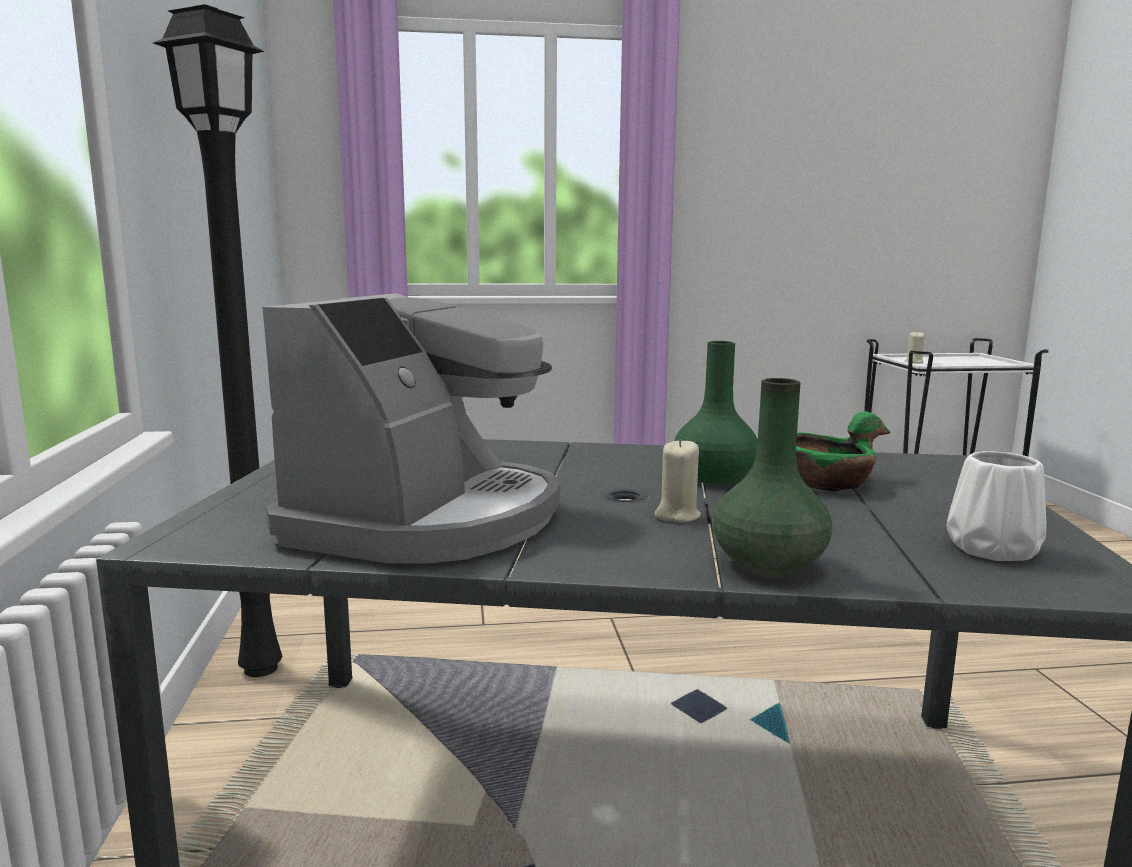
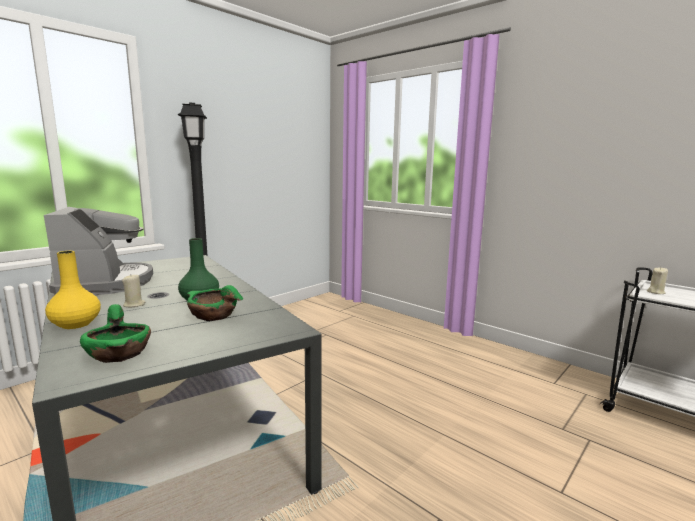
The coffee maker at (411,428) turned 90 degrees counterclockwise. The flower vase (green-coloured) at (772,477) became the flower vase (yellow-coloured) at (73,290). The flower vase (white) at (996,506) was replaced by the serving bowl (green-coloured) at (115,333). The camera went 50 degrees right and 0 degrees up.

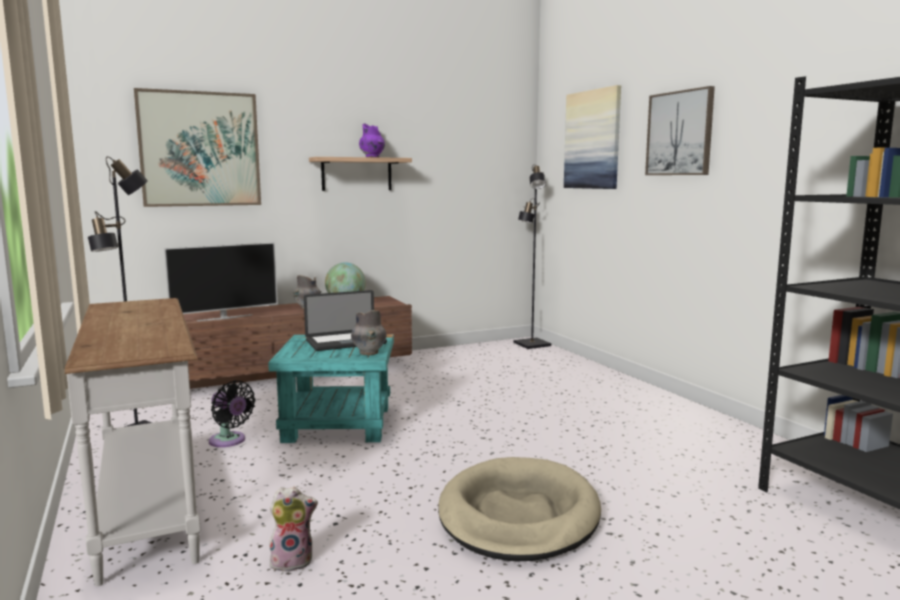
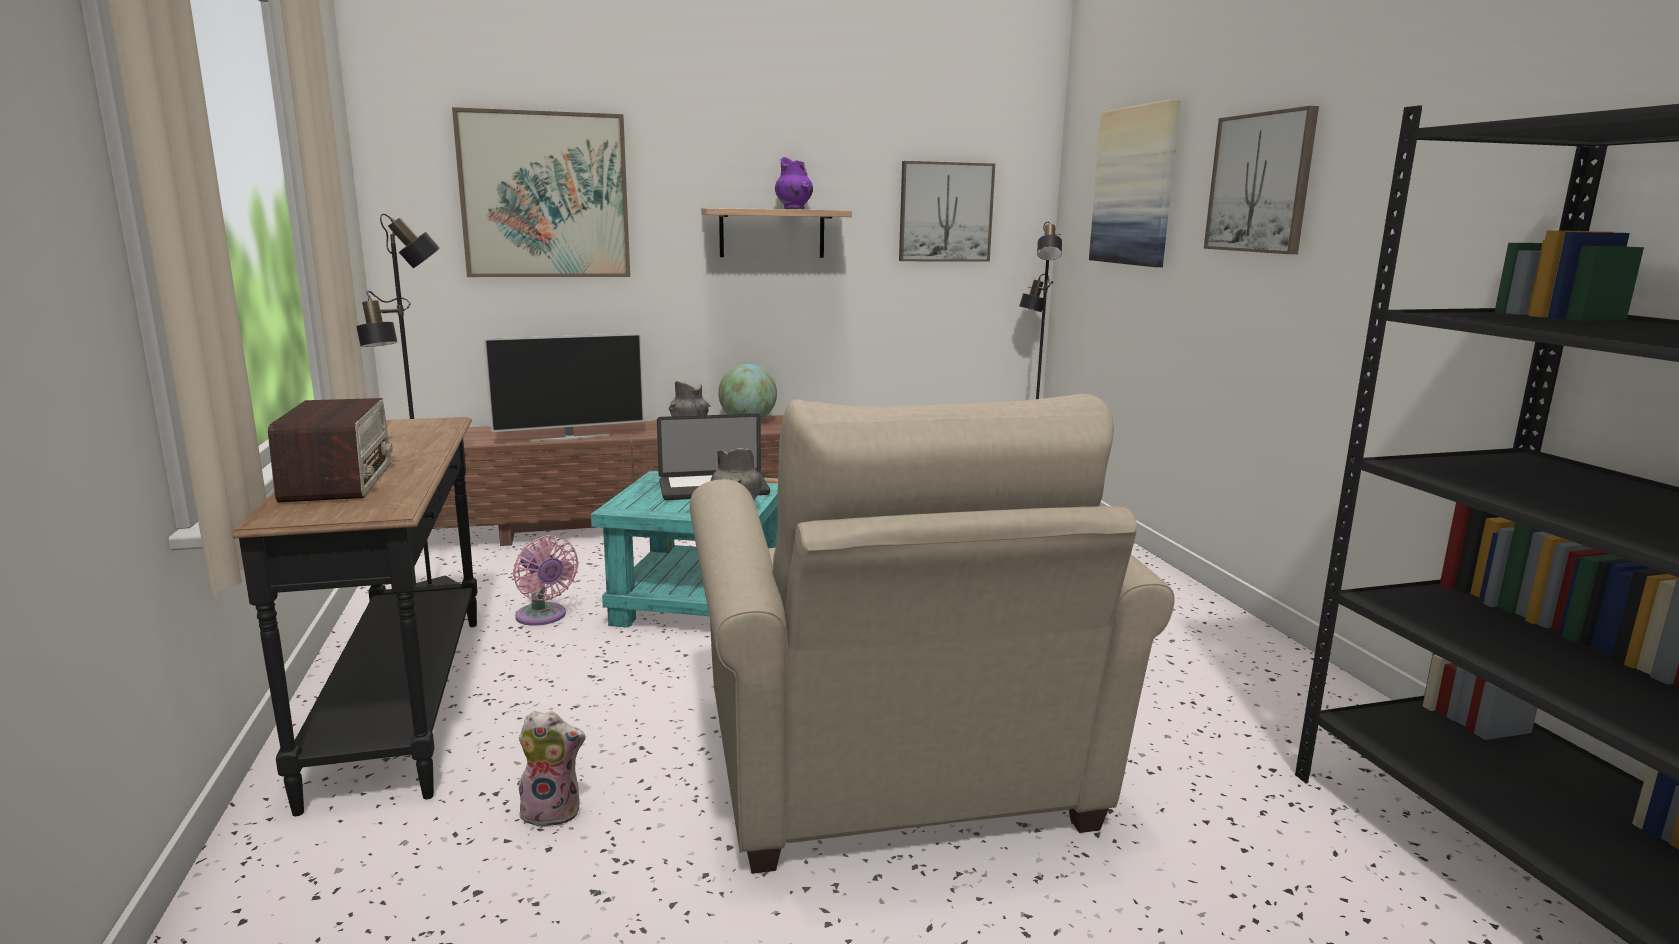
The console table (white) at (133,442) became the console table (black-coloured) at (355,616). The radio at (330,450) appeared. The fan (black-coloured) at (232,413) became the fan (pink-coloured) at (546,580). The pet bed (beige-coloured) at (519,509) was replaced by the armchair (beige-coloured) at (932,634). The picture at (947,211) appeared. The camera went 10 degrees right and 5 degrees up.

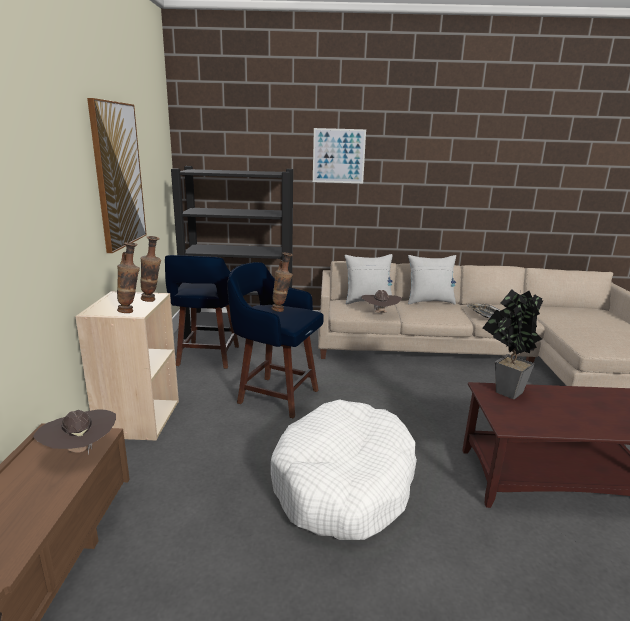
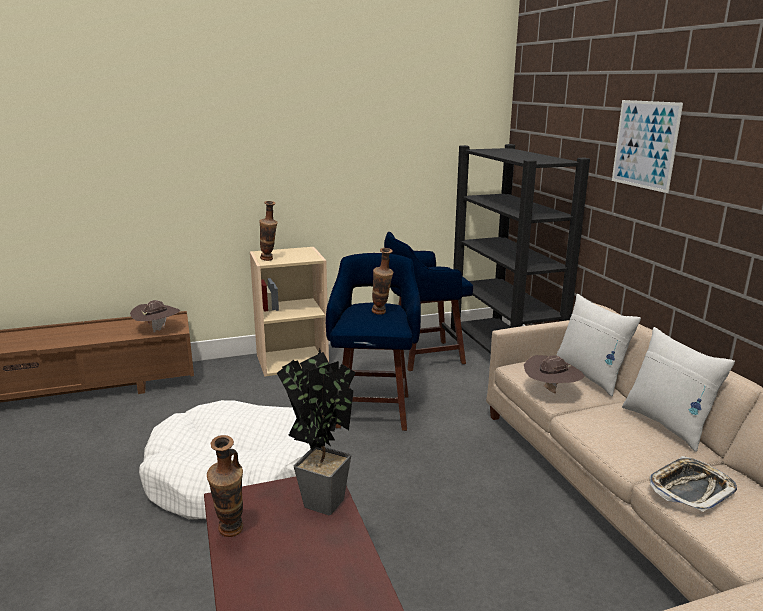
The flower vase moved from (151,269) to (225,486). The picture at (117,176) disappeared. The camera went 70 degrees right and 0 degrees up.

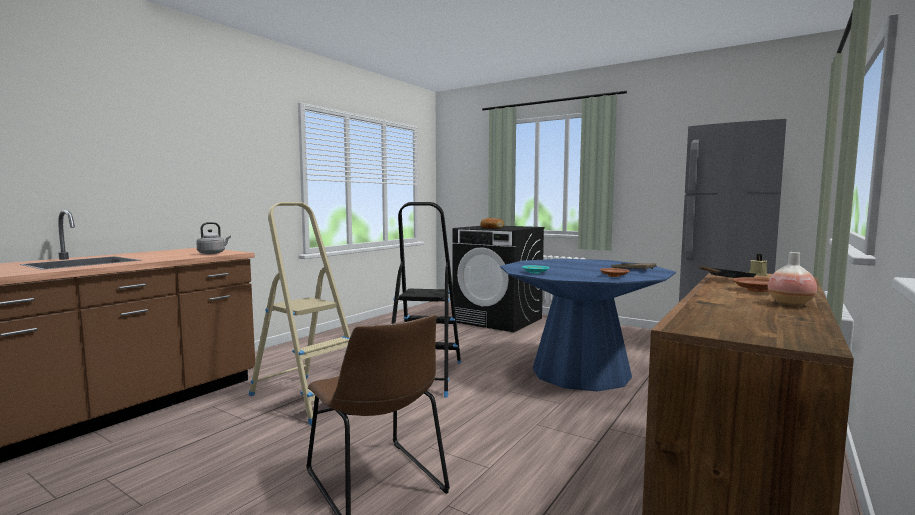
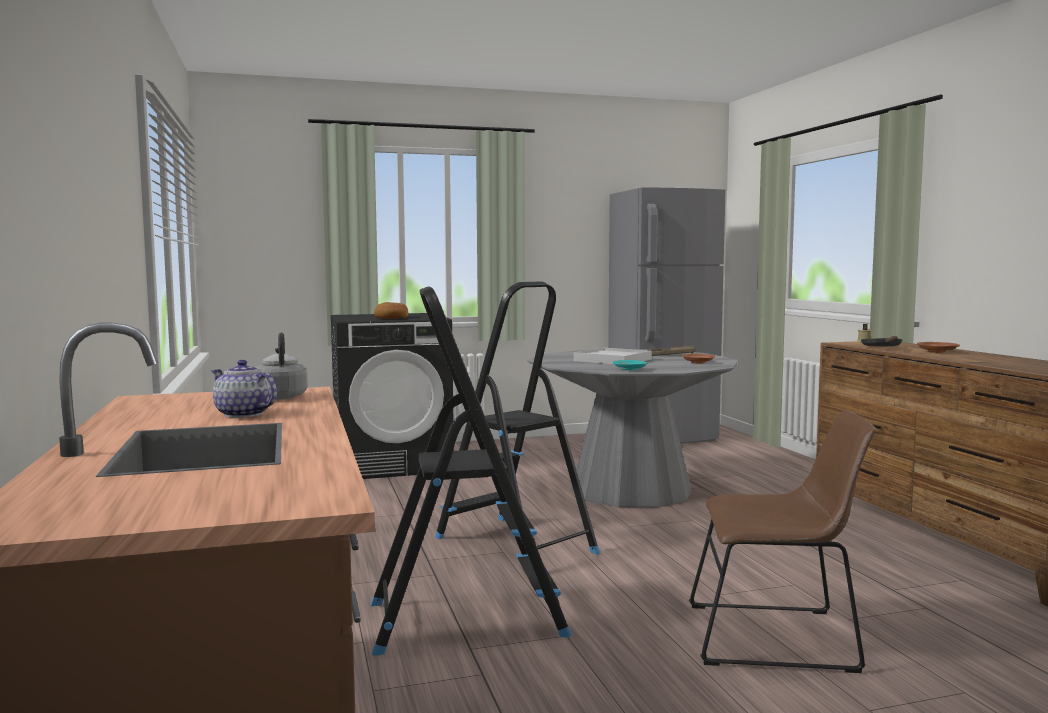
The teapot at (244,389) appeared. The step stool (beige-coloured) at (300,313) became the step stool (black-coloured) at (471,471). The kitchen table (bluish) at (588,325) became the kitchen table (grey) at (632,428). The tray (white) at (613,356) appeared. The flower vase at (792,279) disappeared. The camera went 50 degrees left and 0 degrees up.

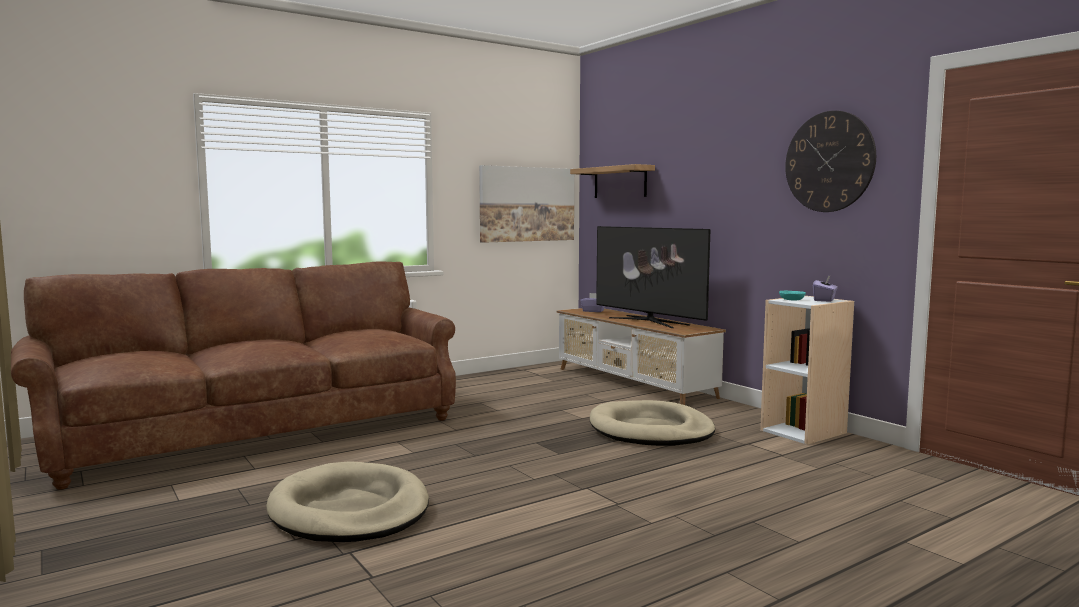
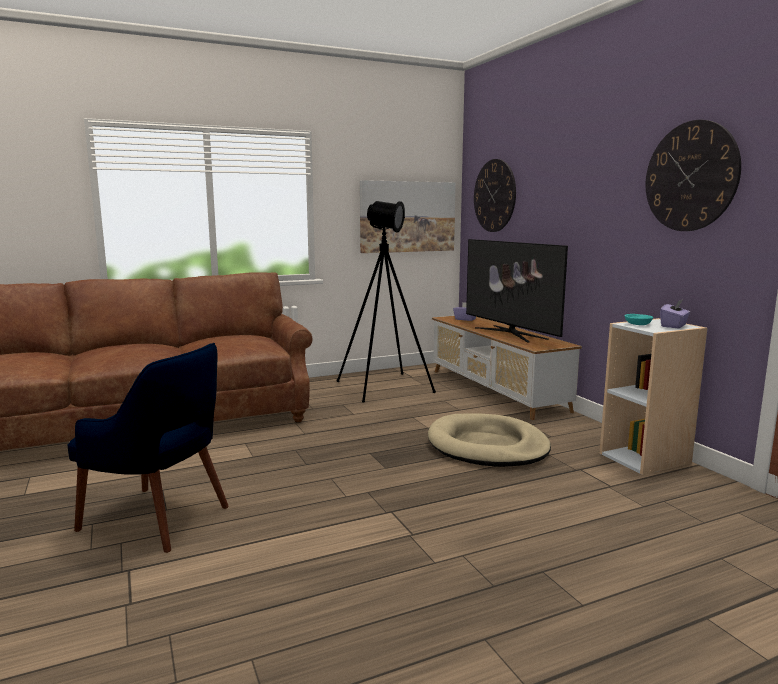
The pet bed (beige-coloured) at (348,501) was replaced by the armchair (bluish) at (148,448). The standard lamp (black-coloured) at (386,302) appeared. The wall shelf at (612,181) was replaced by the hanging clock at (495,195). The camera went 10 degrees right and 5 degrees up.

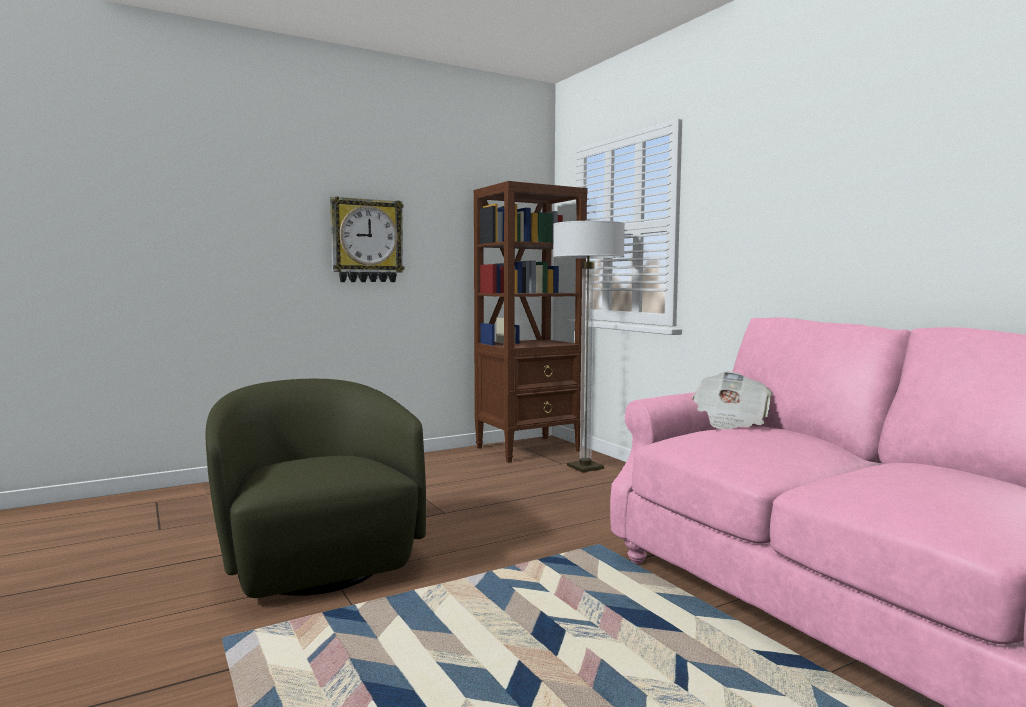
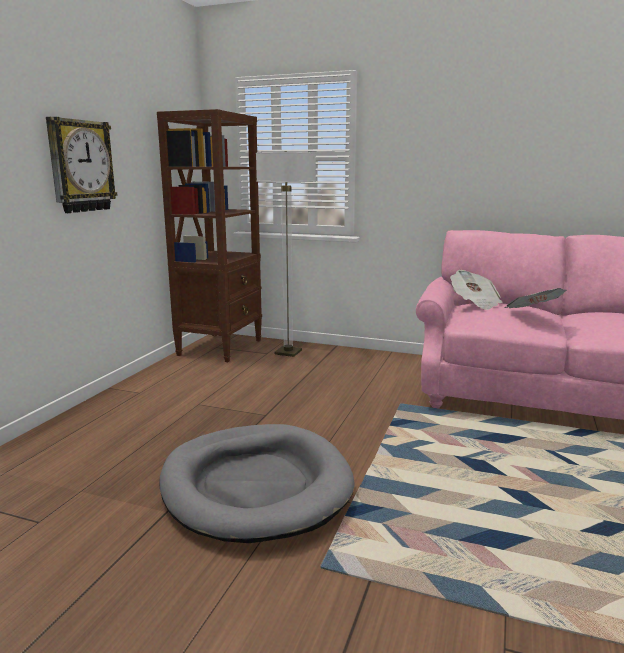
The armchair (green-coloured) at (316,488) was replaced by the pet bed (grey) at (257,483). The printed paper at (535,298) appeared. The camera went 40 degrees left and 10 degrees up.

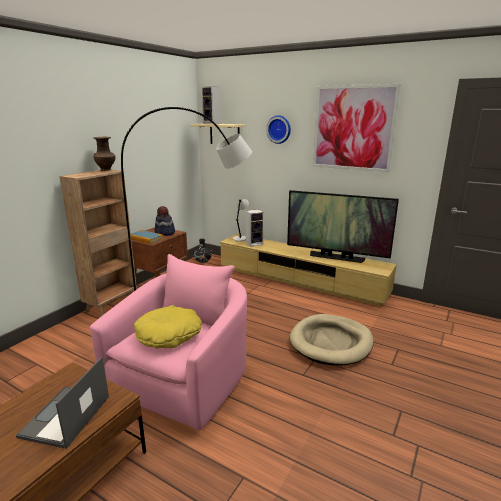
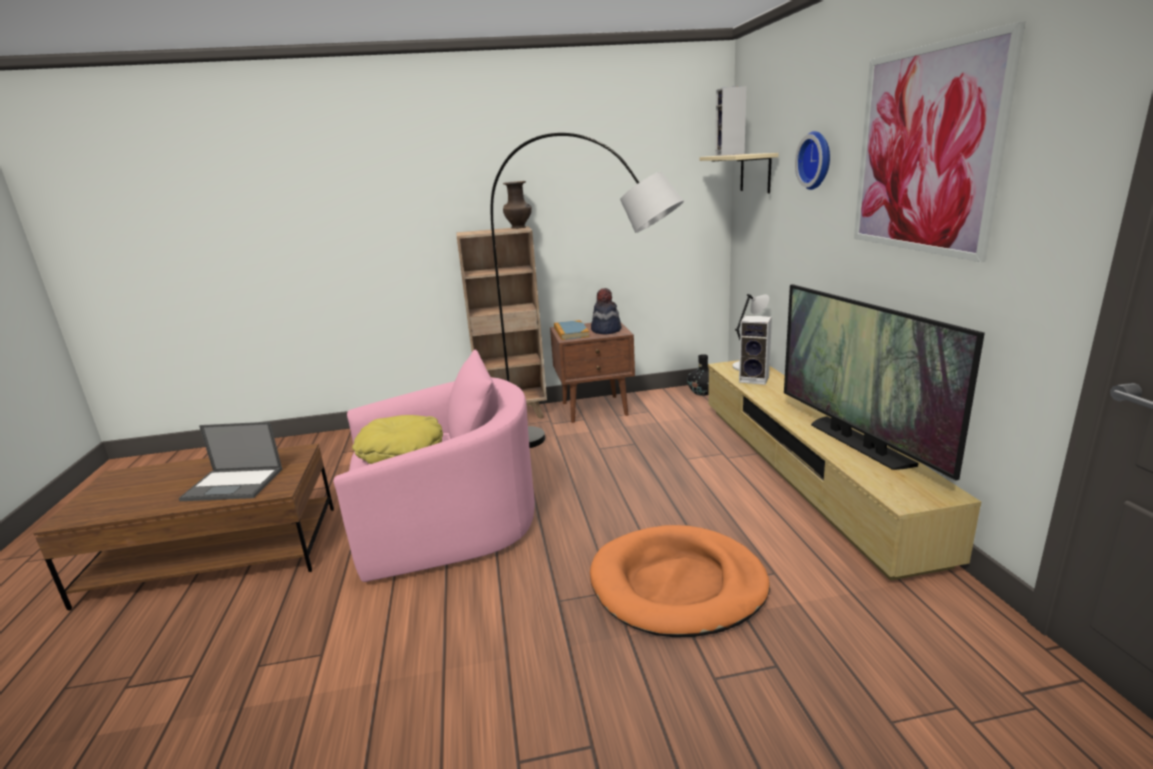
The laptop at (62,403) turned 150 degrees counterclockwise. The pet bed (beige-coloured) at (332,340) became the pet bed (orange) at (680,581). The camera went 50 degrees right and 0 degrees up.

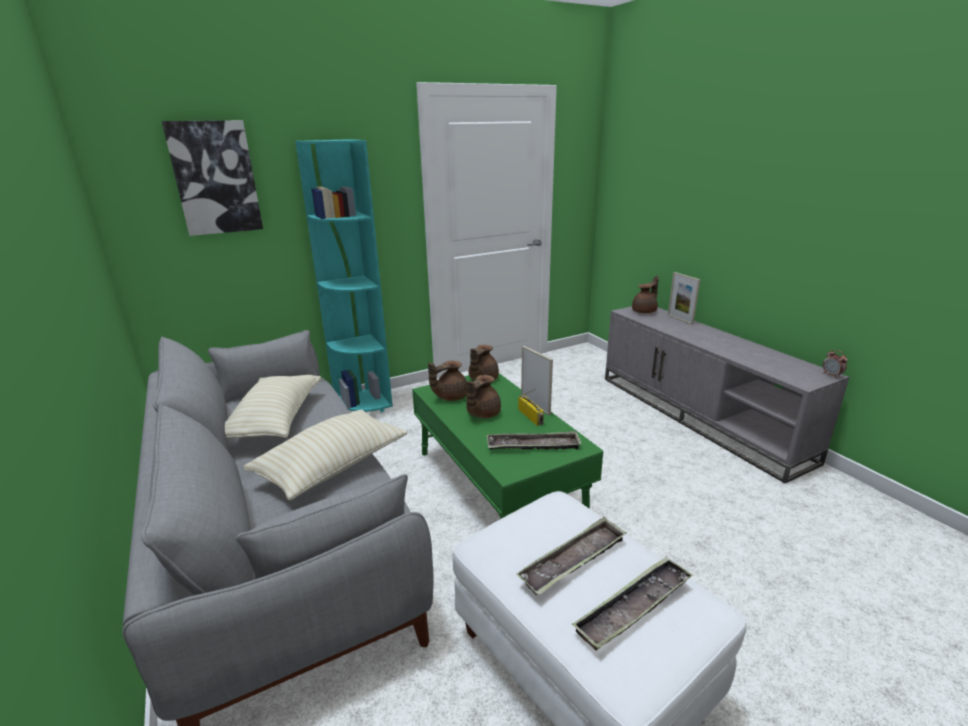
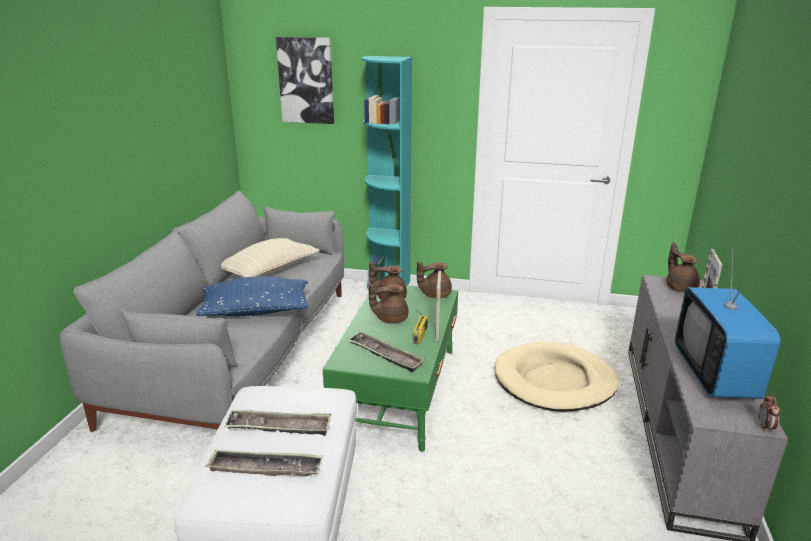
The throw pillow (beige-coloured) at (326,455) became the throw pillow (bluish) at (252,296). The pet bed (beige-coloured) at (557,377) appeared. The teapot (brown) at (645,294) turned 105 degrees counterclockwise. The TV at (727,323) appeared. The camera went 40 degrees right and 0 degrees up.

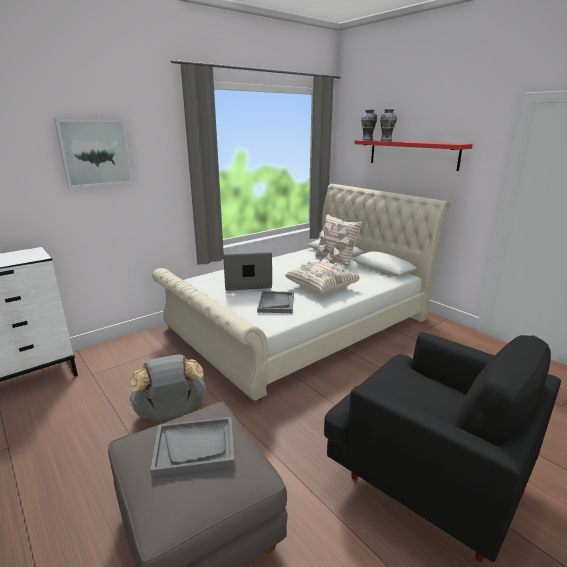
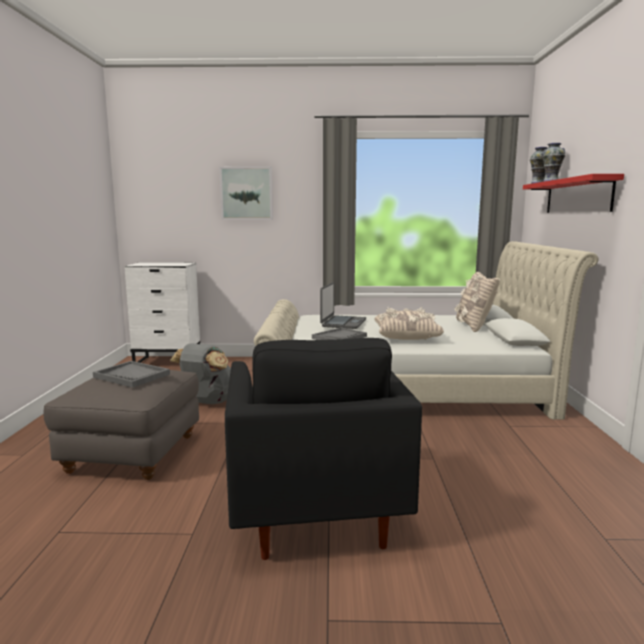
The laptop at (247,271) turned 75 degrees clockwise. The camera went 40 degrees right and 10 degrees down.

